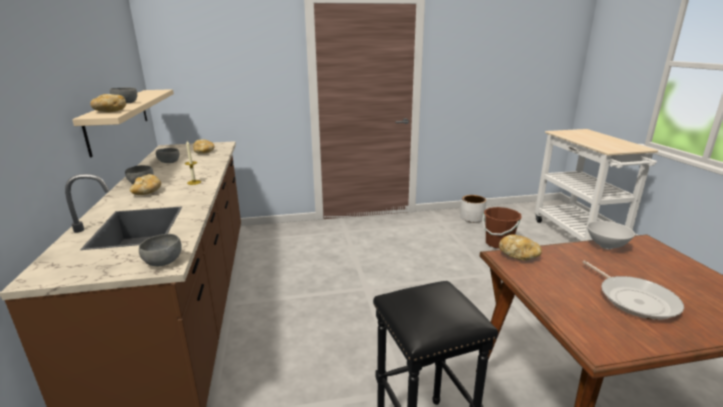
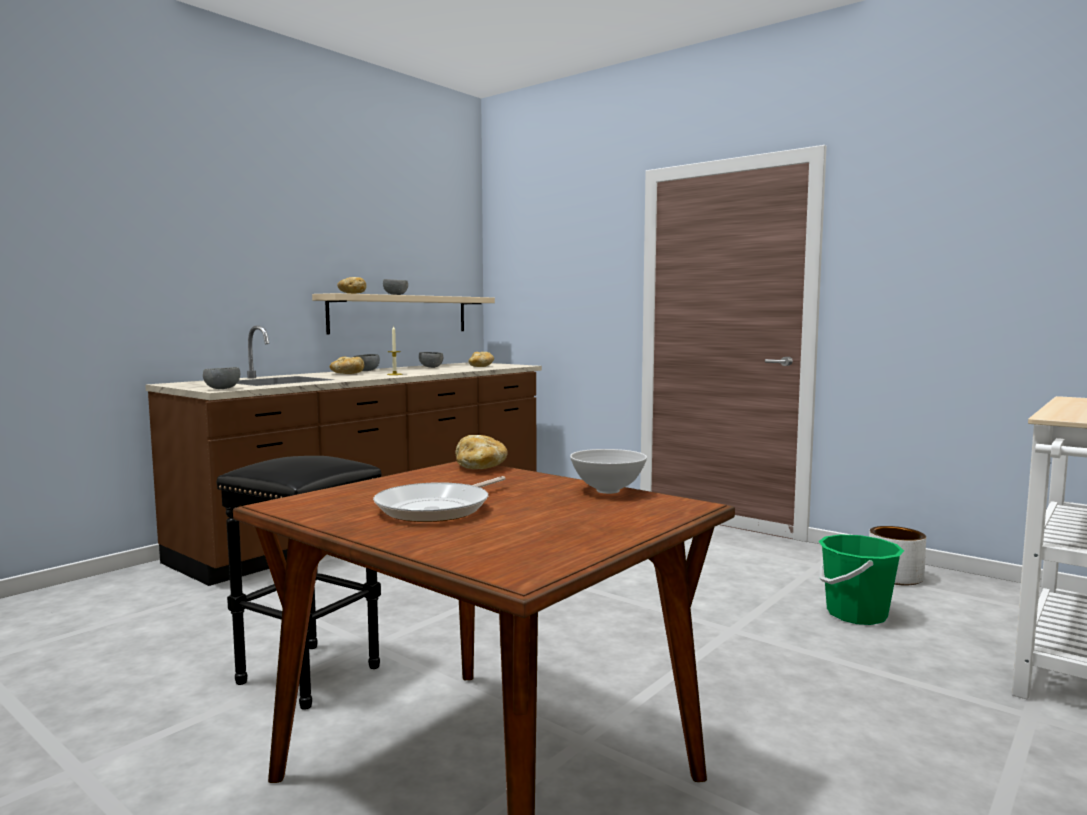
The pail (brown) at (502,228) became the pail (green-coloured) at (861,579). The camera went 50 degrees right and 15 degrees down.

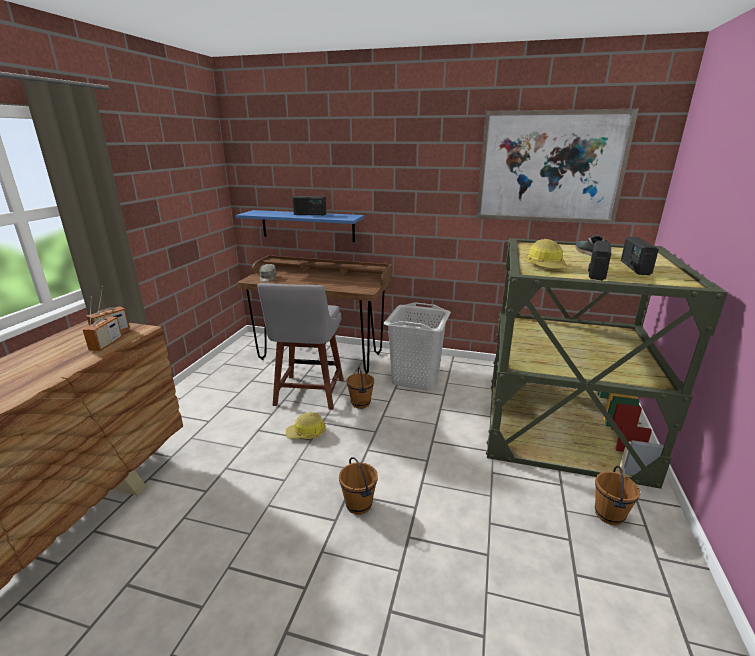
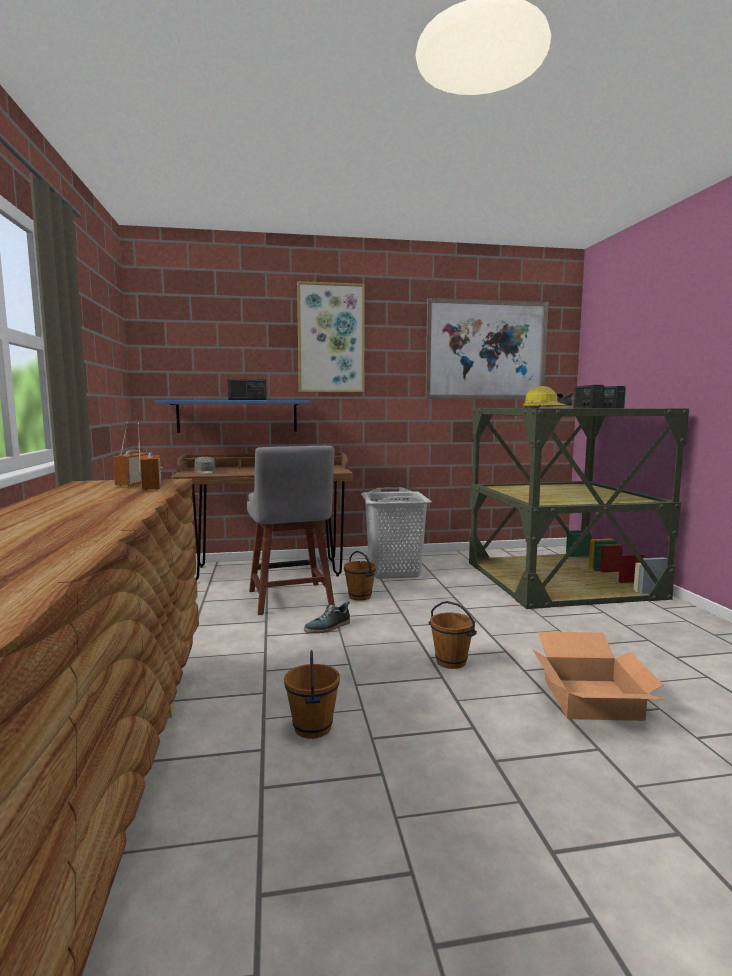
The pail (brown) moved from (617,495) to (312,694). The picture at (331,336) appeared. The hard hat at (306,425) was replaced by the shoe at (327,617). The packing box at (600,676) appeared. The camera went 25 degrees left and 15 degrees down.

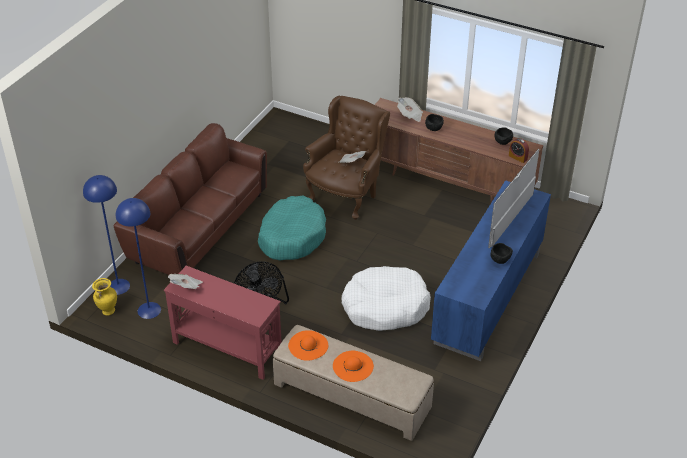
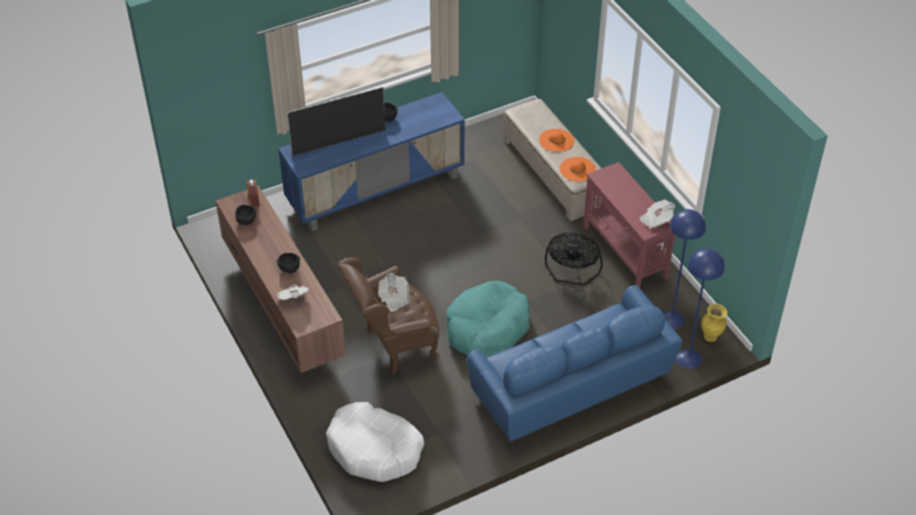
The pet bed (white) moved from (386,298) to (375,442). The couch (brown) at (190,199) became the couch (bluish) at (574,363). The camera went 145 degrees left and 5 degrees up.

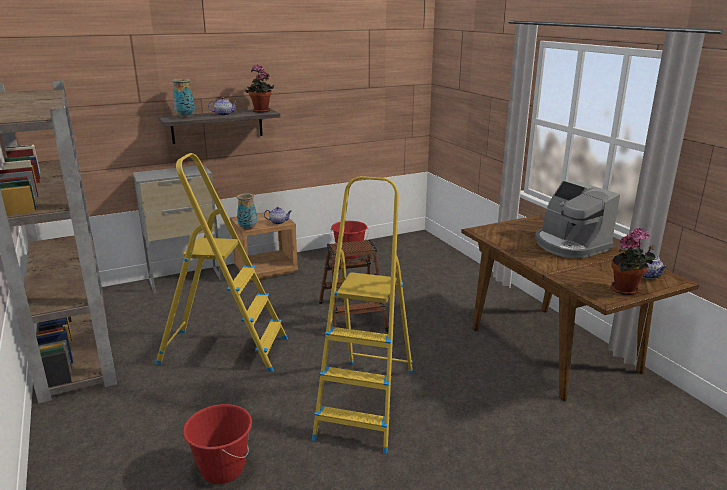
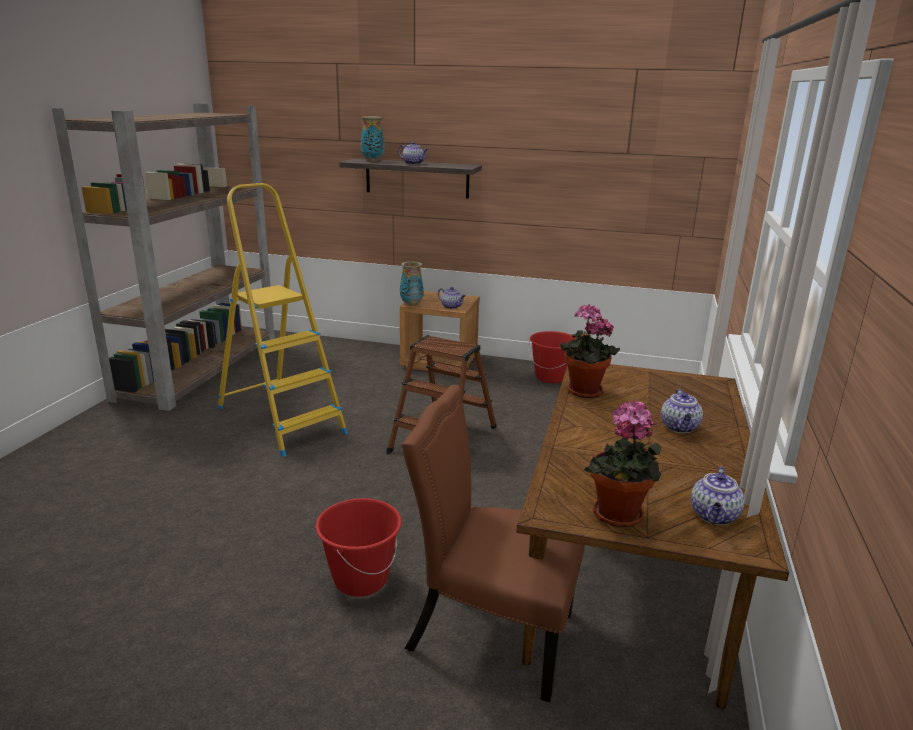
The pail (red-coloured) moved from (217,444) to (358,547). The plain chair (brown) at (493,543) appeared. The potted plant moved from (260,89) to (590,351). The coffee maker at (577,219) was replaced by the teapot at (682,411). The storage cabinet (grey) at (178,229) disappeared. The step stool (yellow-coloured) at (362,315) disappeared. The camera went 40 degrees right and 0 degrees up.

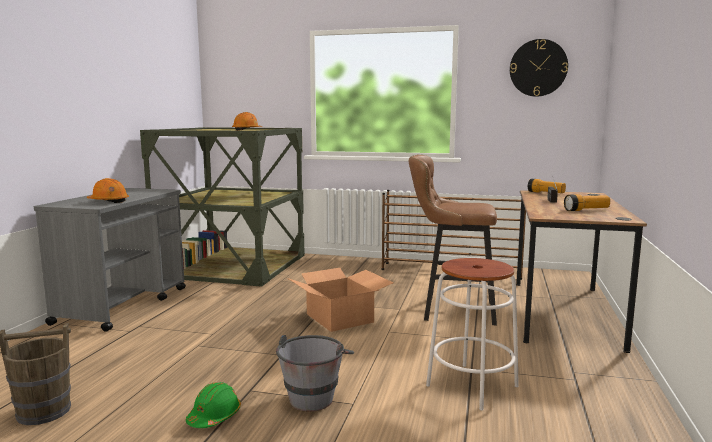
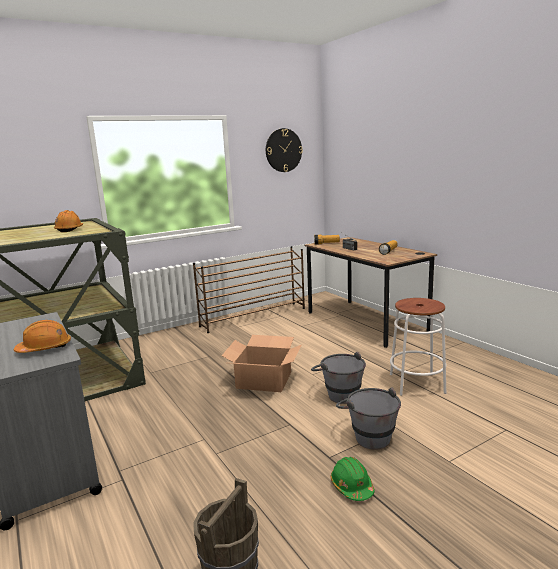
The pail (grey) at (338,378) appeared. The stool seat (brown) at (453,240) disappeared. The camera went 45 degrees left and 5 degrees up.

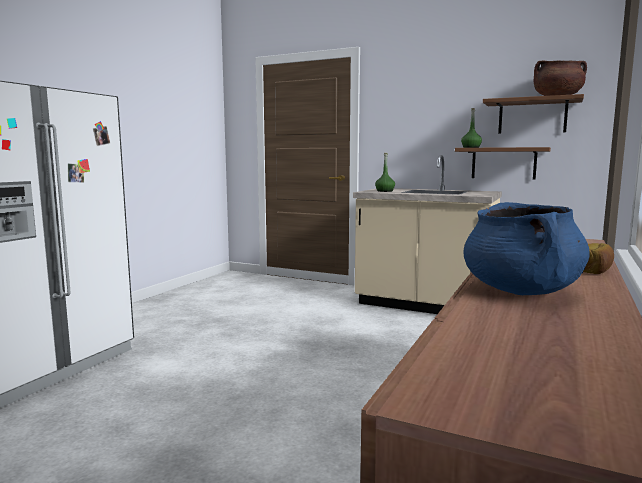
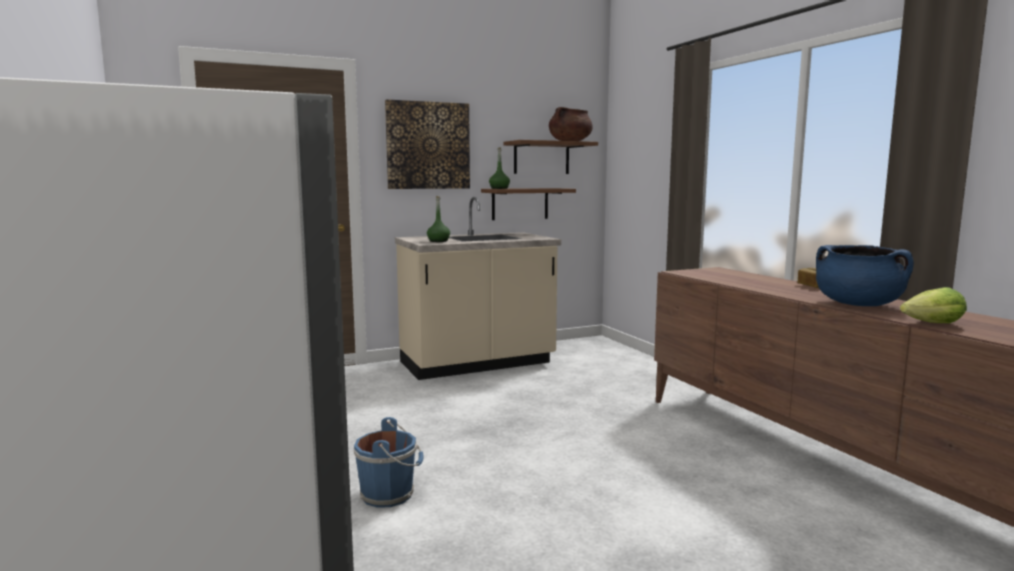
The pail (bluish) at (388,462) appeared. The picture at (427,144) appeared. The head of lettuce at (933,305) appeared. The camera went 50 degrees left and 0 degrees up.

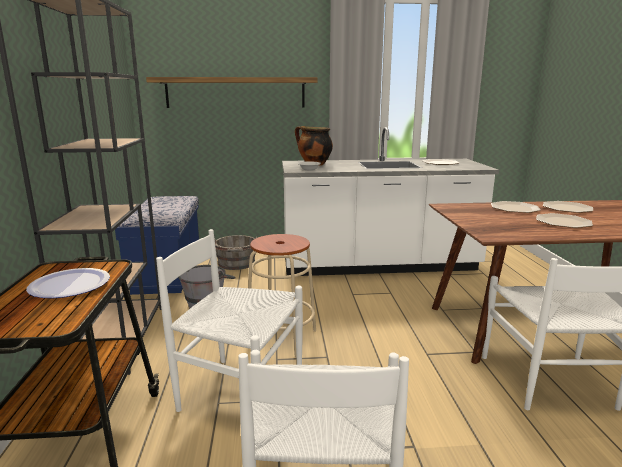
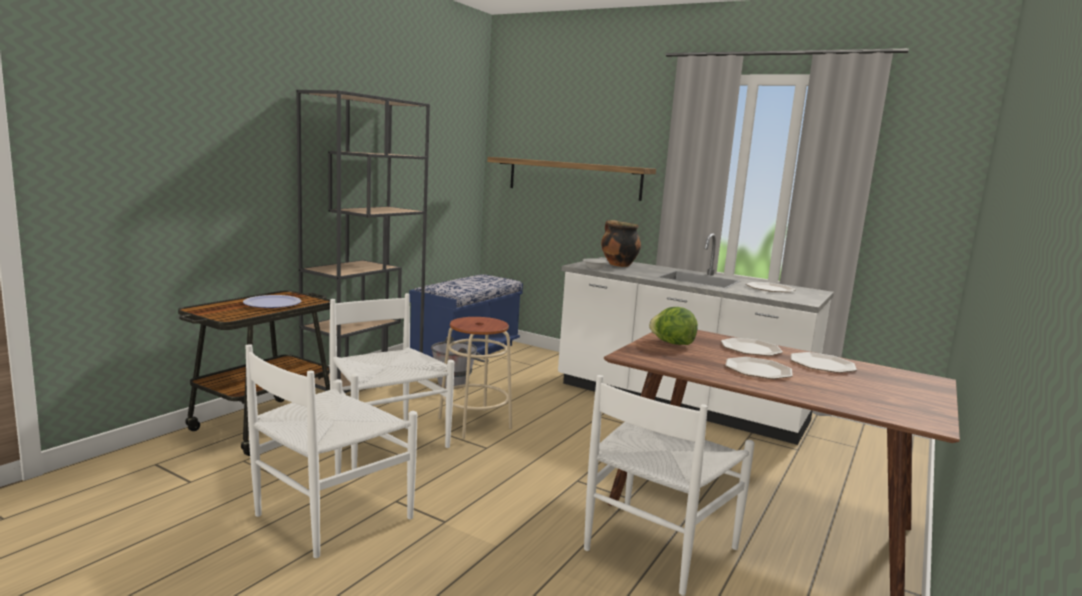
The head of lettuce at (673,326) appeared. The pail (grey) at (235,252) disappeared. The camera went 35 degrees right and 5 degrees down.

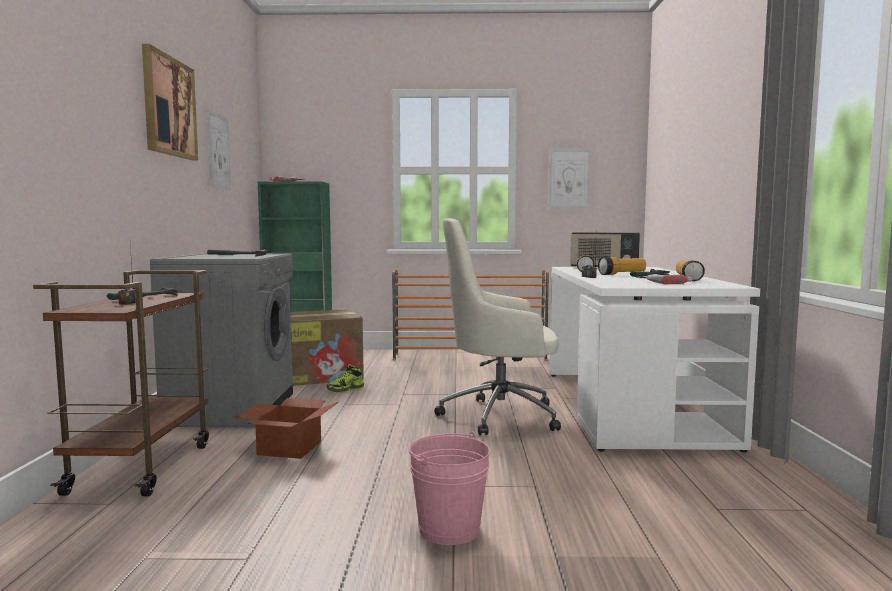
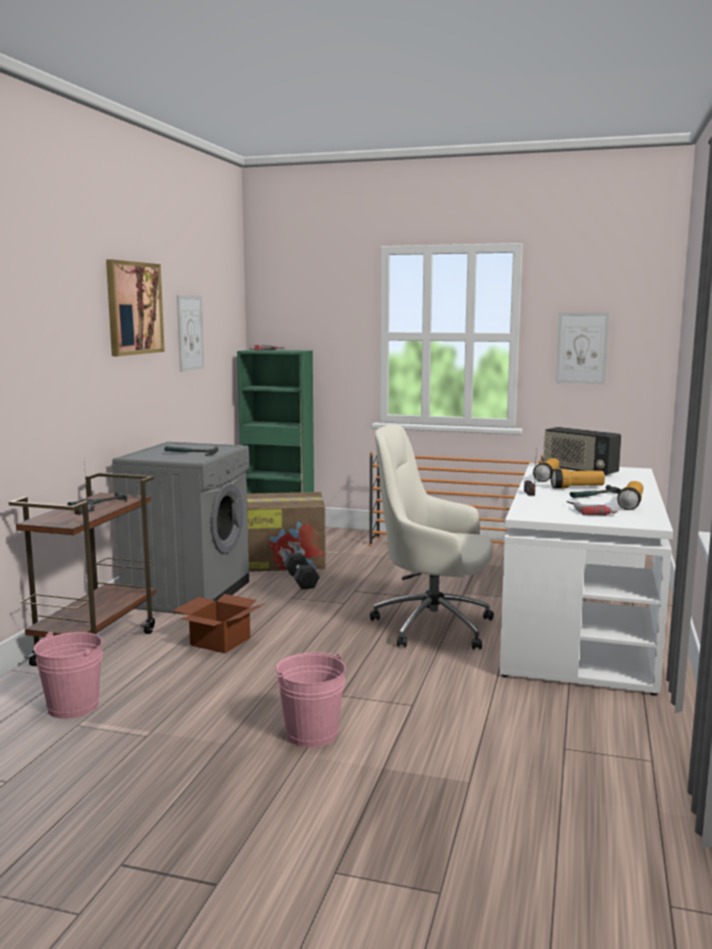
The pail (pink-coloured) at (68,675) appeared. The shoe at (345,378) was replaced by the free weight (grey) at (302,571). The camera went 15 degrees right and 5 degrees up.

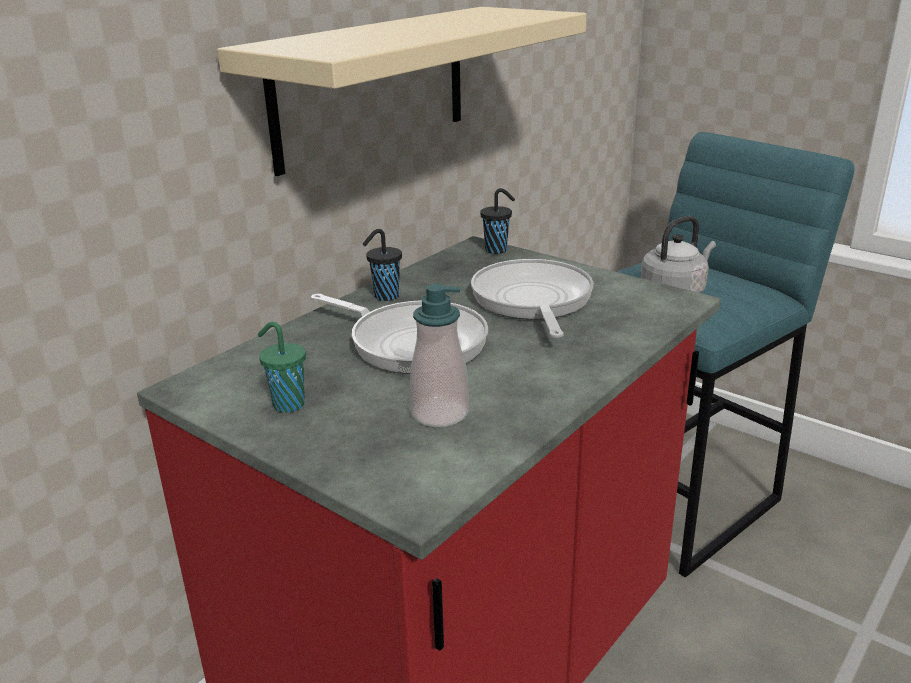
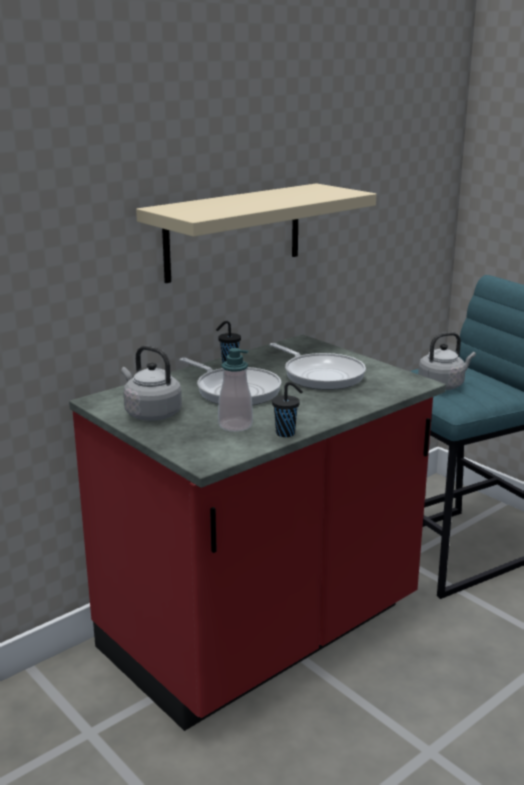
The cup (green-coloured) at (282,367) was replaced by the kettle (grey) at (151,383). The skillet at (532,298) turned 135 degrees clockwise. The cup (black-coloured) moved from (497,221) to (287,409). The camera went 10 degrees right and 5 degrees down.

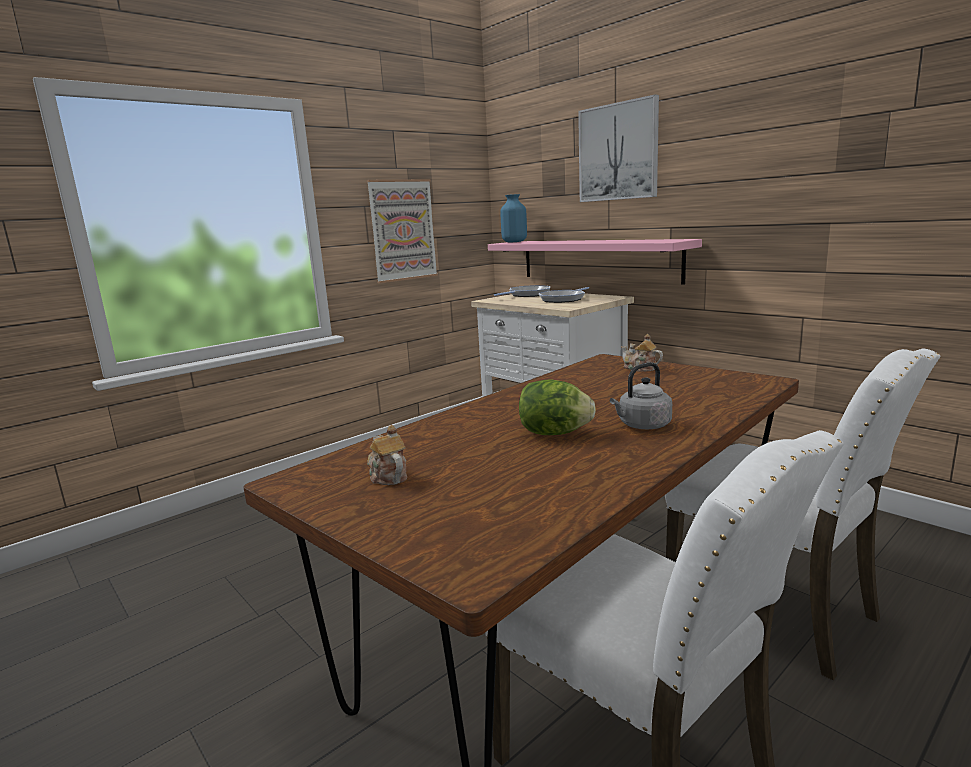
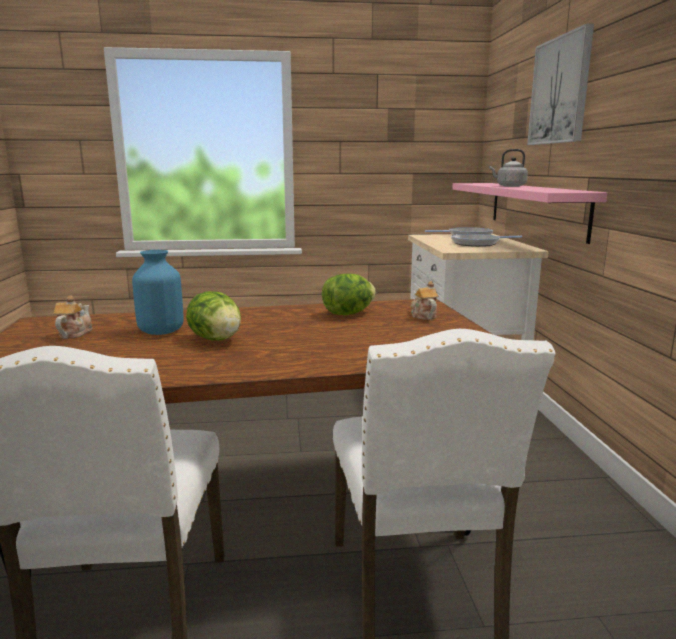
The flower vase (bluish) moved from (513,218) to (158,292). The head of lettuce at (349,294) appeared. The kettle (grey) moved from (641,395) to (508,168). The picture at (402,231) disappeared. The camera went 35 degrees right and 0 degrees up.

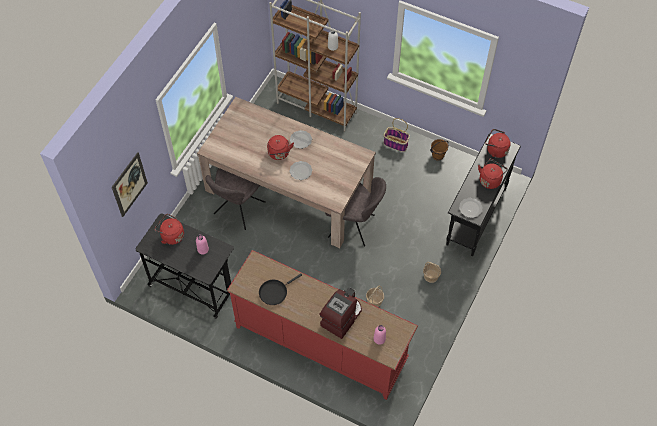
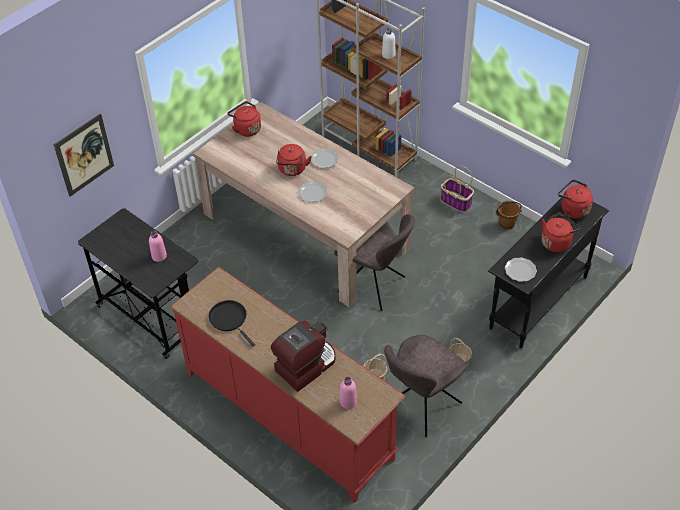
The skillet (black-coloured) at (280,289) turned 75 degrees clockwise. The kettle (red-coloured) moved from (169,229) to (244,119). The plain chair (grey) moved from (236,199) to (426,386). The camera went 15 degrees right and 10 degrees down.

